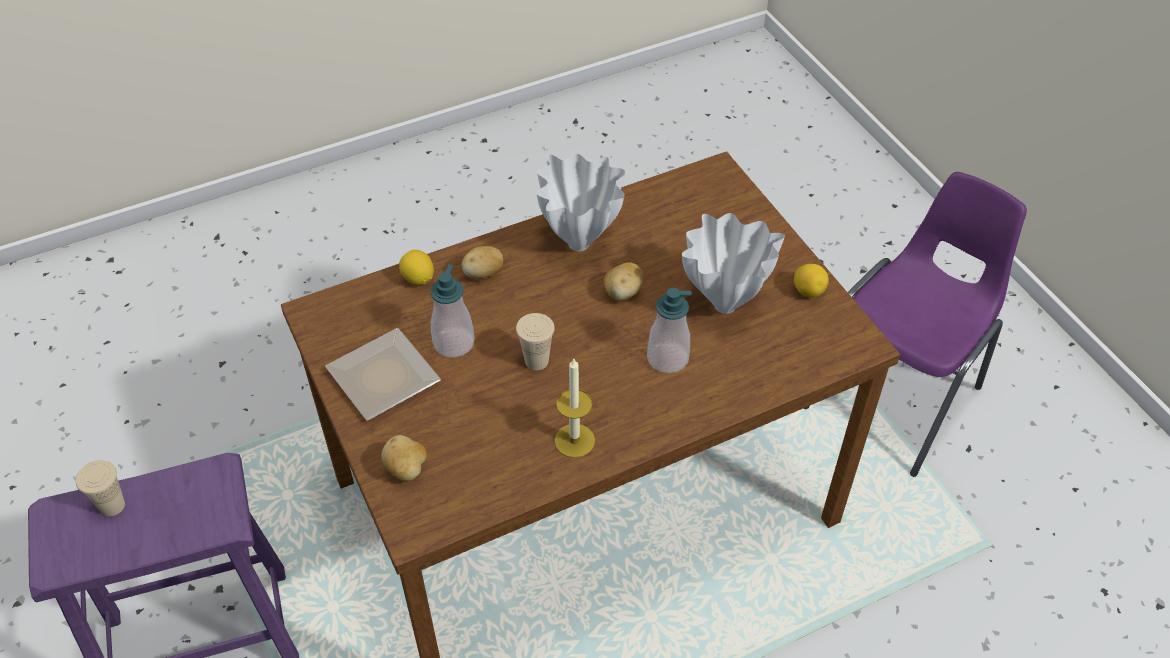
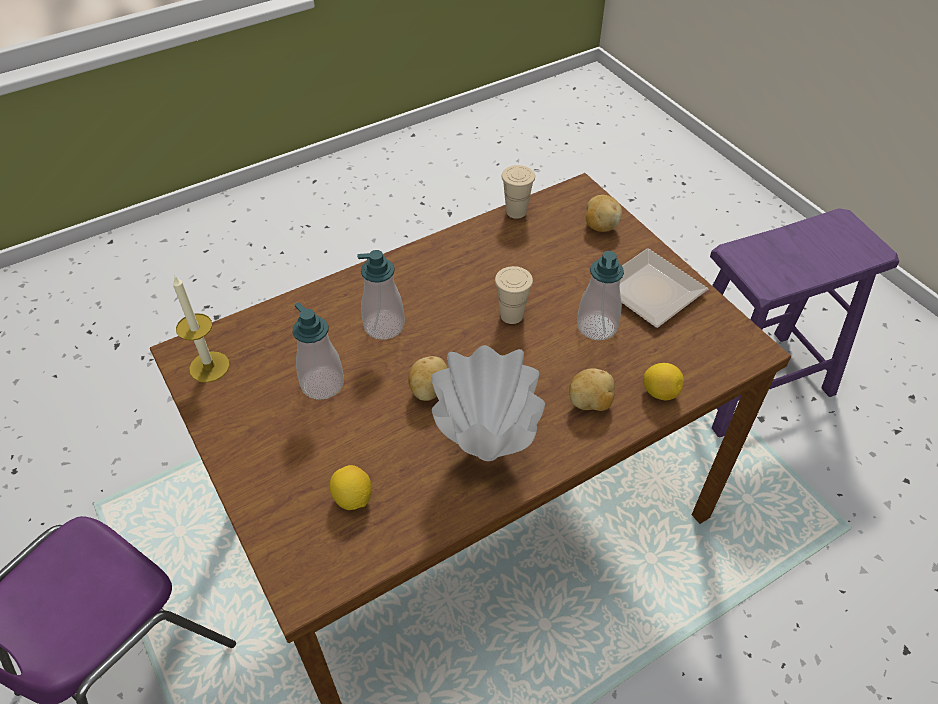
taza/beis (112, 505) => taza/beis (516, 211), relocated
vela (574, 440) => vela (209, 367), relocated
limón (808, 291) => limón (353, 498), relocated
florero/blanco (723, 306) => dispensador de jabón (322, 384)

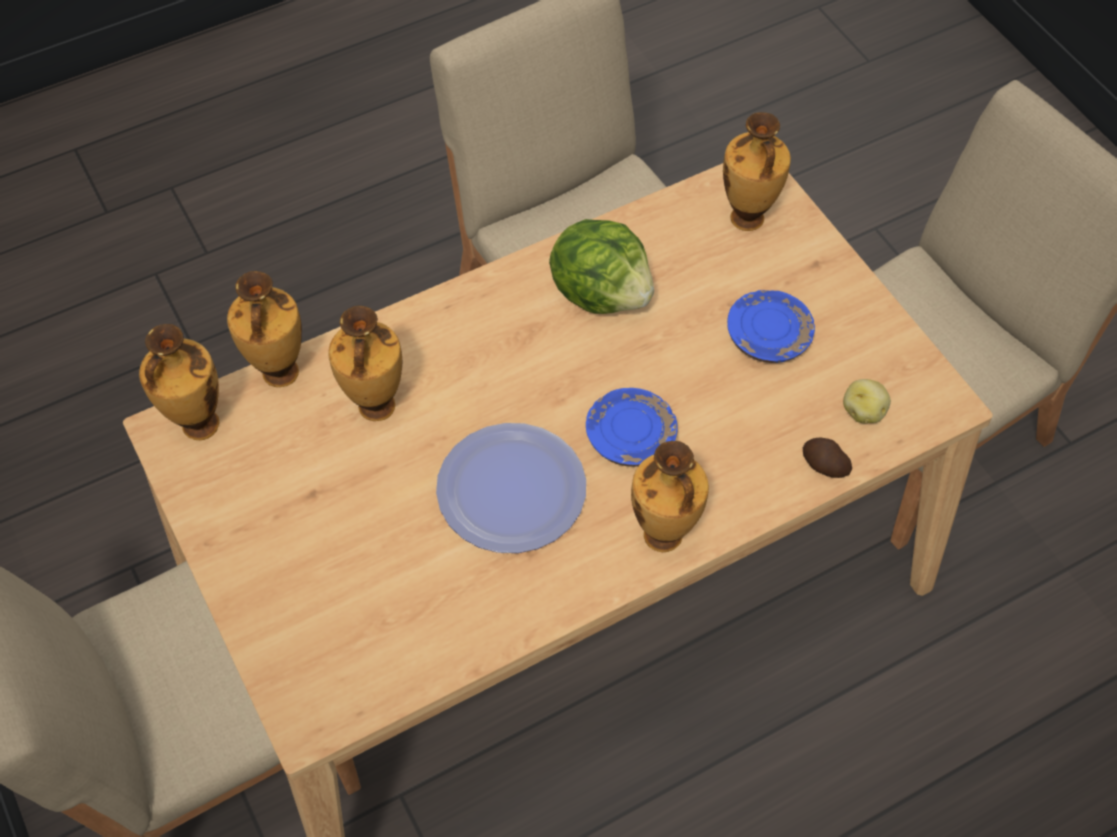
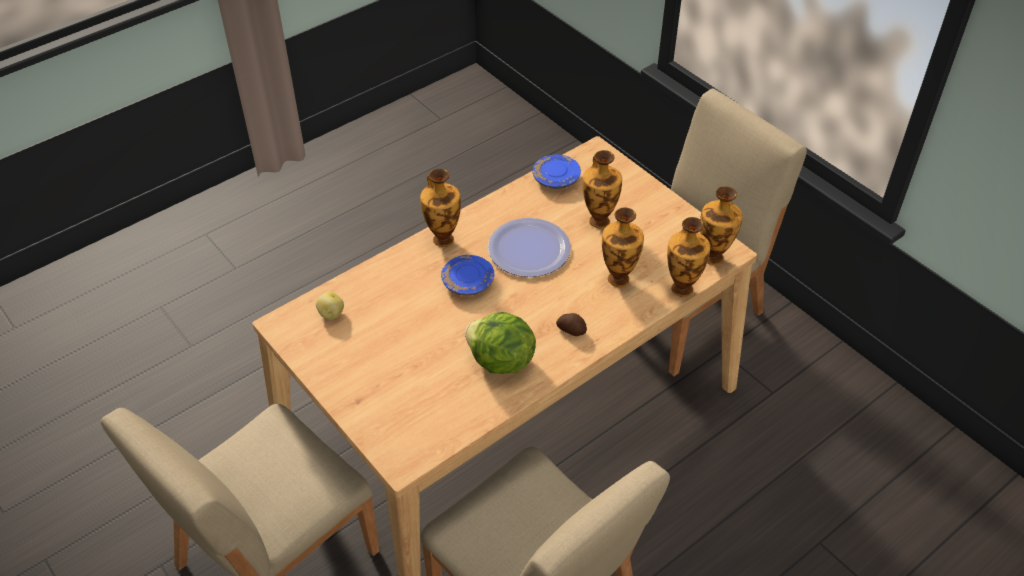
florero (747, 220) => florero (599, 220), relocated
plato/azul (768, 336) => plato/azul (556, 179), relocated
patata (824, 466) => patata (571, 329), relocated

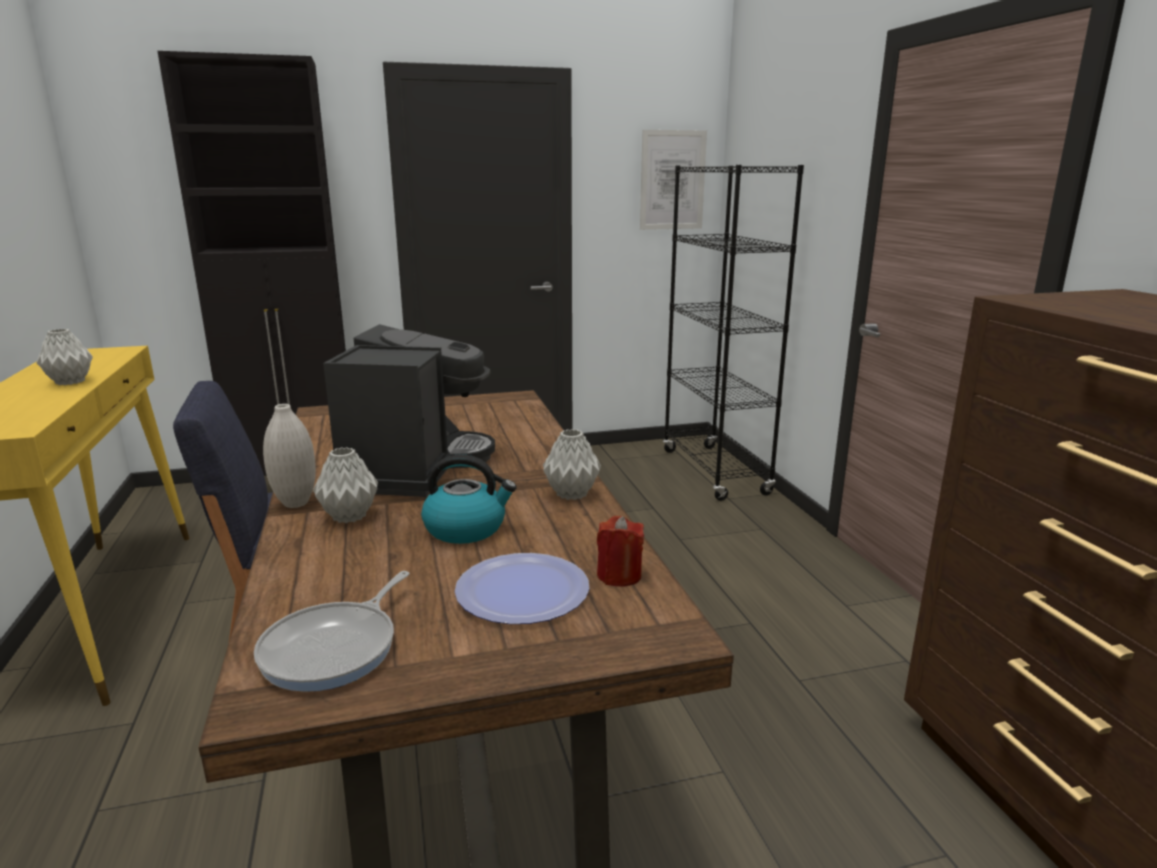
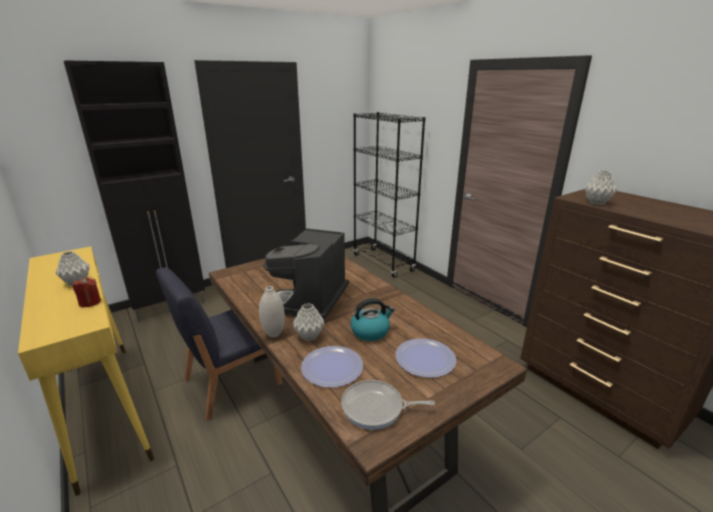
cuadro (672, 180) => nothing
nothing => plato (332, 367)
florero/gris (572, 494) => florero/gris (597, 203), relocated
vela/rojo (619, 575) => vela/rojo (90, 302), relocated
sartén (335, 648) => sartén (376, 408), 90 degrees clockwise
cafetera (413, 467) => cafetera (311, 301), 150 degrees counterclockwise

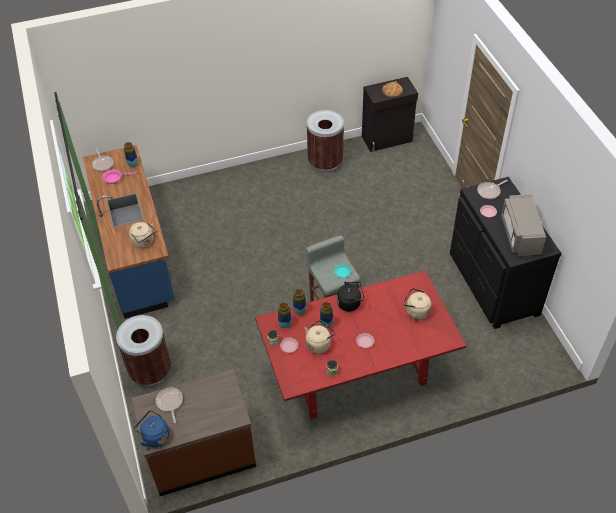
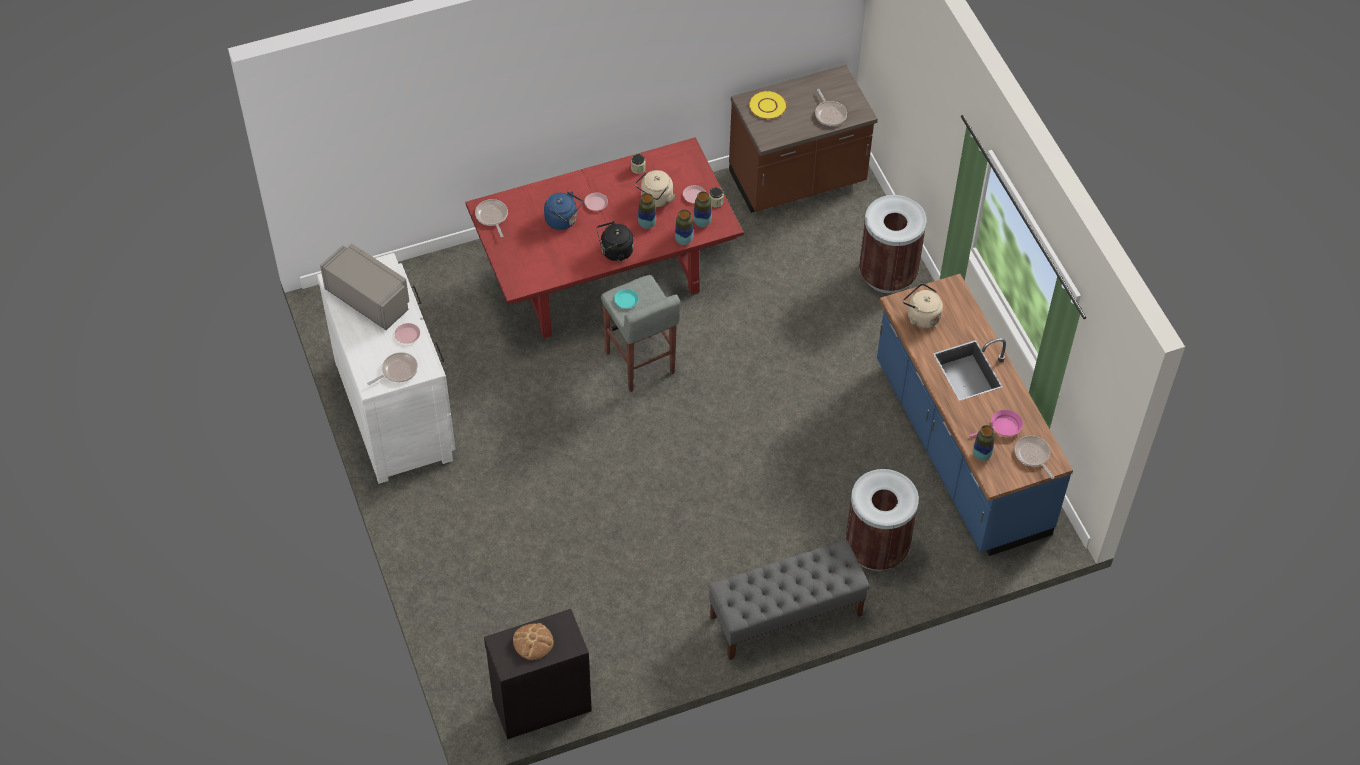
hervidor/beis (416, 311) => nothing
nothing => sartén (492, 217)
nothing => banco/gris (785, 616)
nothing => plato/amarillo (767, 106)
hervidor/azul (154, 436) => hervidor/azul (563, 220), relocated
papelera/marrón (325, 162) => papelera/marrón (876, 548), relocated
cómoda/negro (492, 284) => cómoda/blanco (396, 409)
microondas/gris (520, 235) => microondas/gris (368, 299), 45 degrees counterclockwise

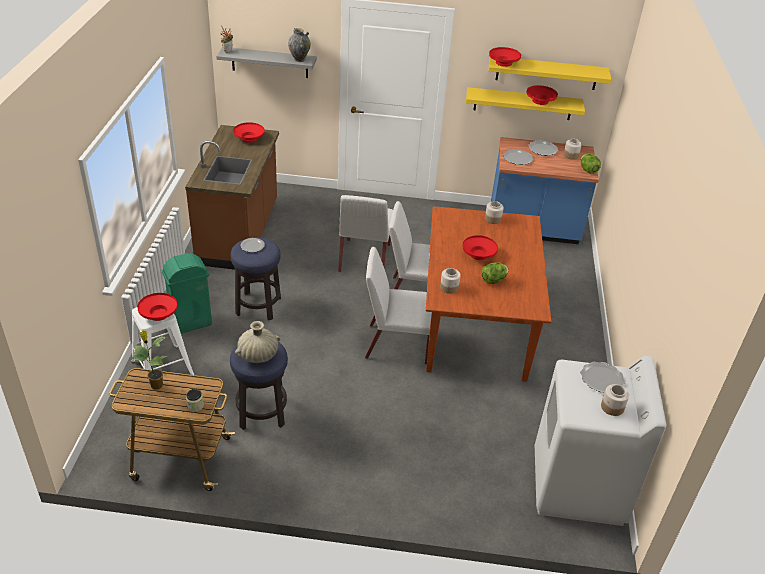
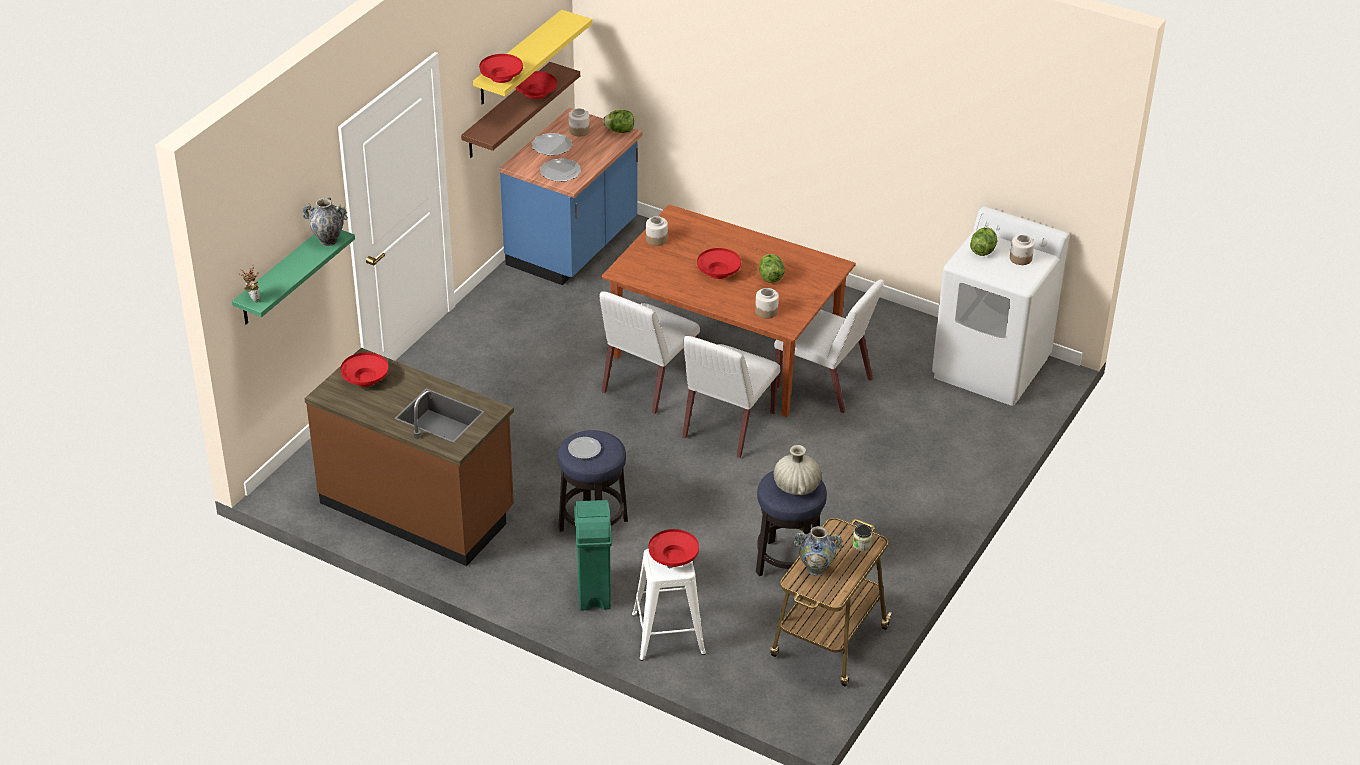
silla/blanco (364, 259) => silla/blanco (825, 384), relocated
planta en maceta (156, 385) => florero (816, 569)
plato (601, 378) => lechuga (983, 250)
estante/gris (269, 62) => estante/verde (281, 276)
estante/amarillo (523, 104) => estante/marrón (507, 111)

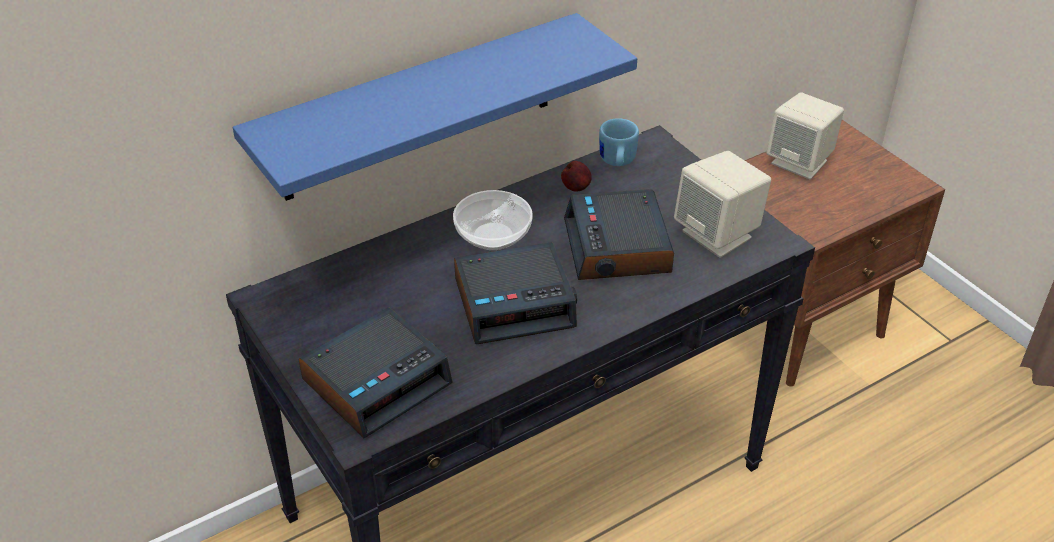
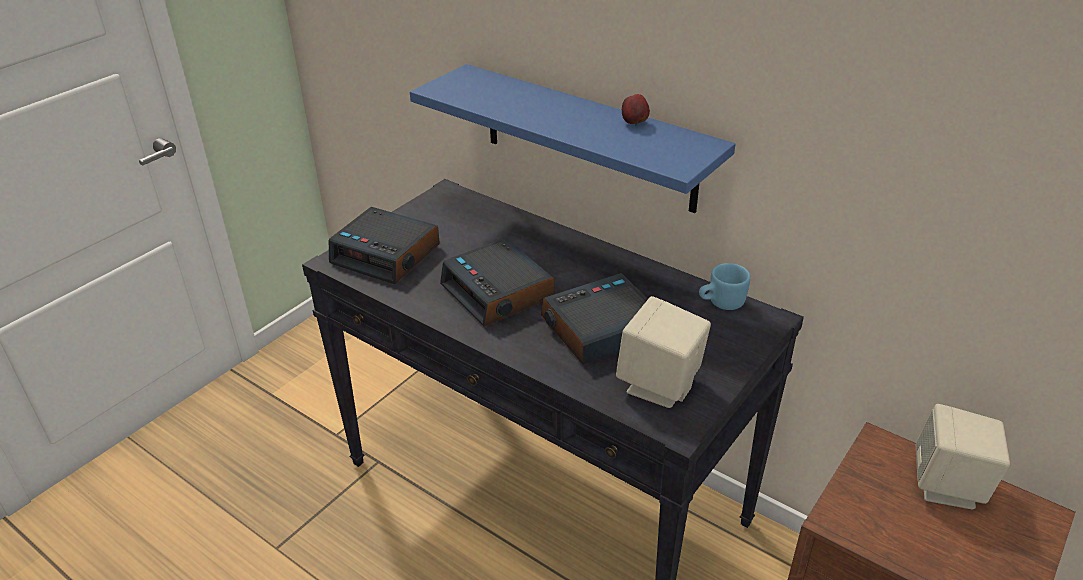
cuenco (494, 236) => nothing
manzana (576, 188) => manzana (634, 123), relocated

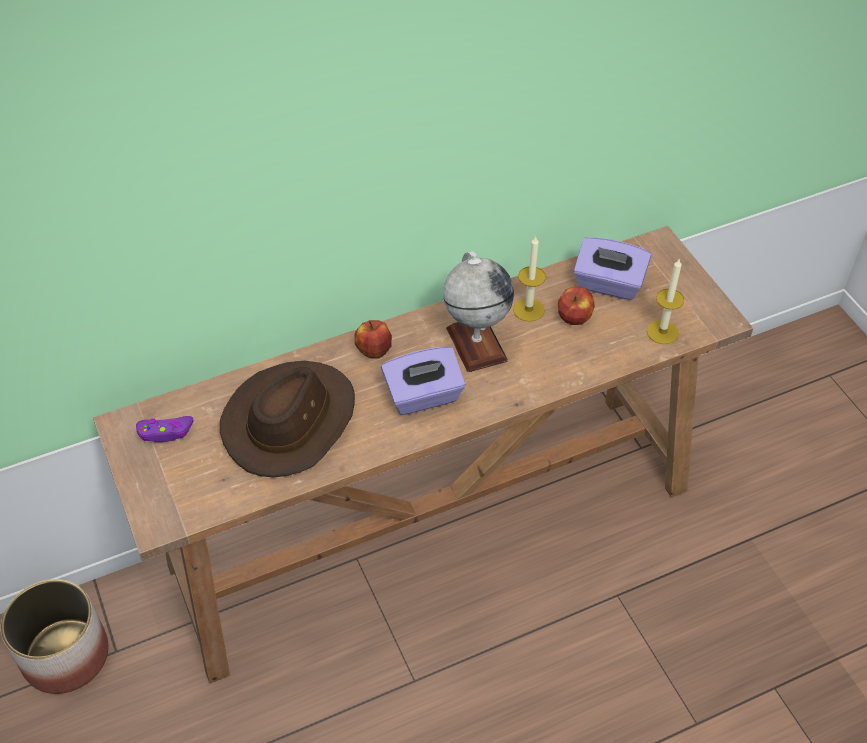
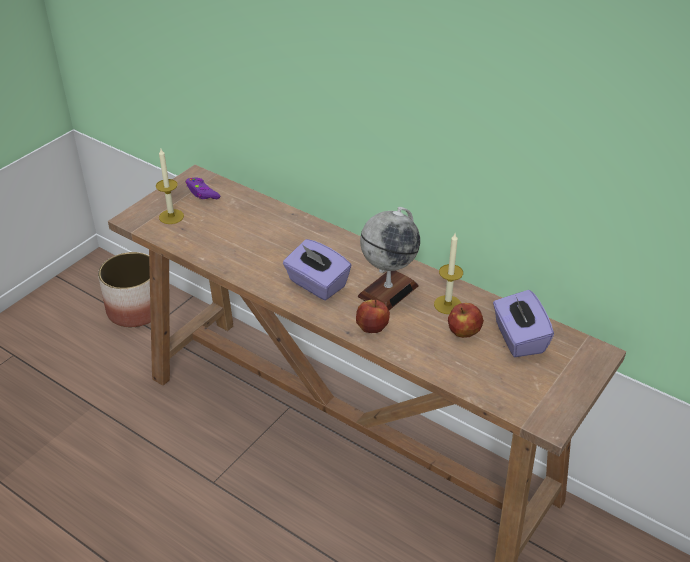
sombrero/marrón (290, 421) => nothing
manzana (373, 351) => manzana (371, 327), relocated
vela (662, 332) => vela (171, 216), relocated

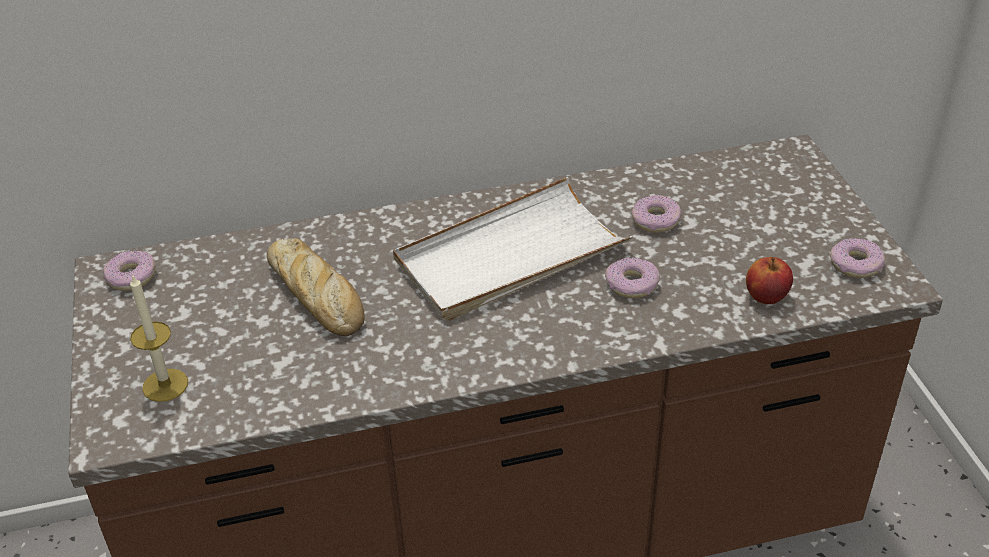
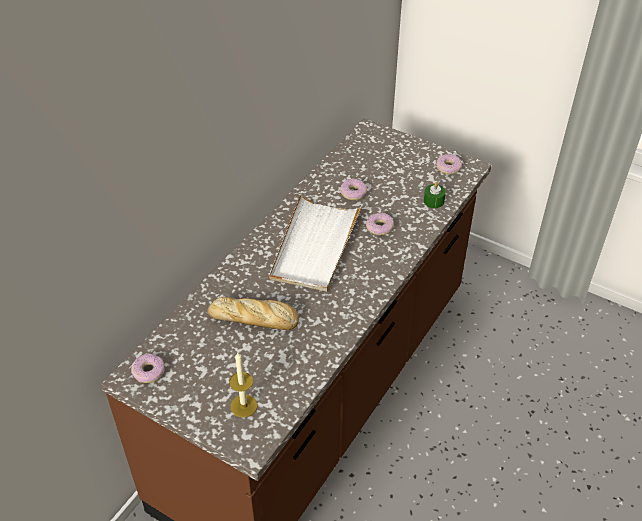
manzana (766, 297) => vela/verde (433, 201)

